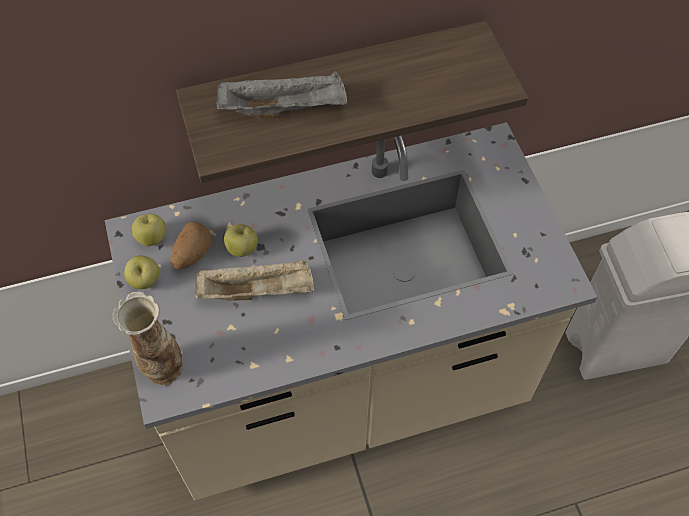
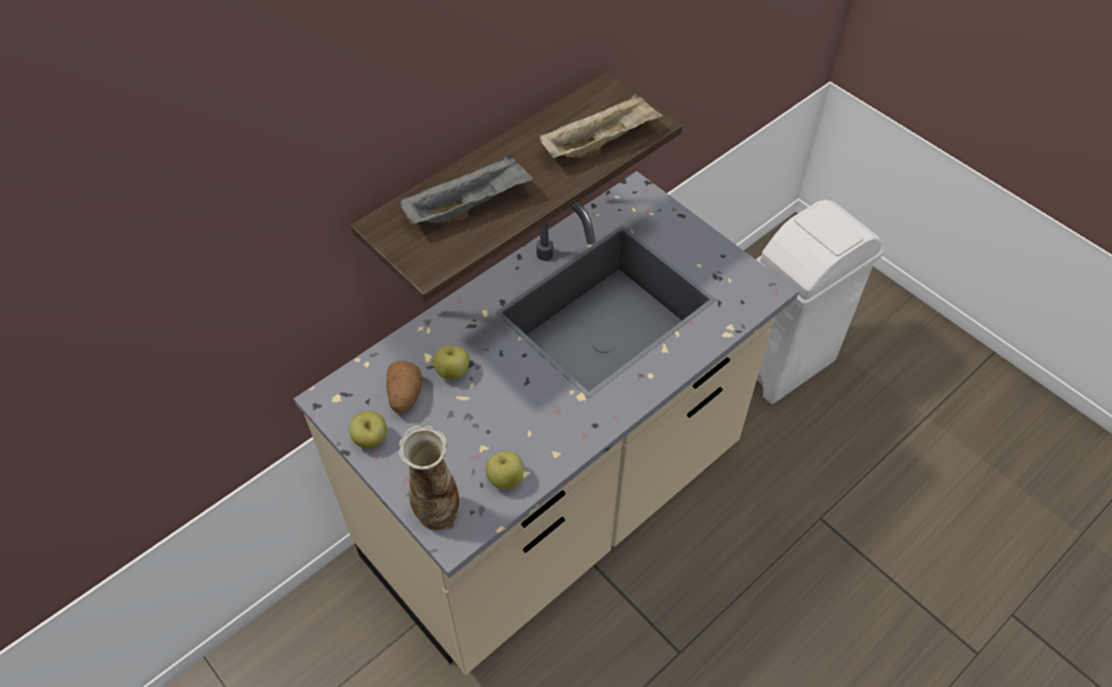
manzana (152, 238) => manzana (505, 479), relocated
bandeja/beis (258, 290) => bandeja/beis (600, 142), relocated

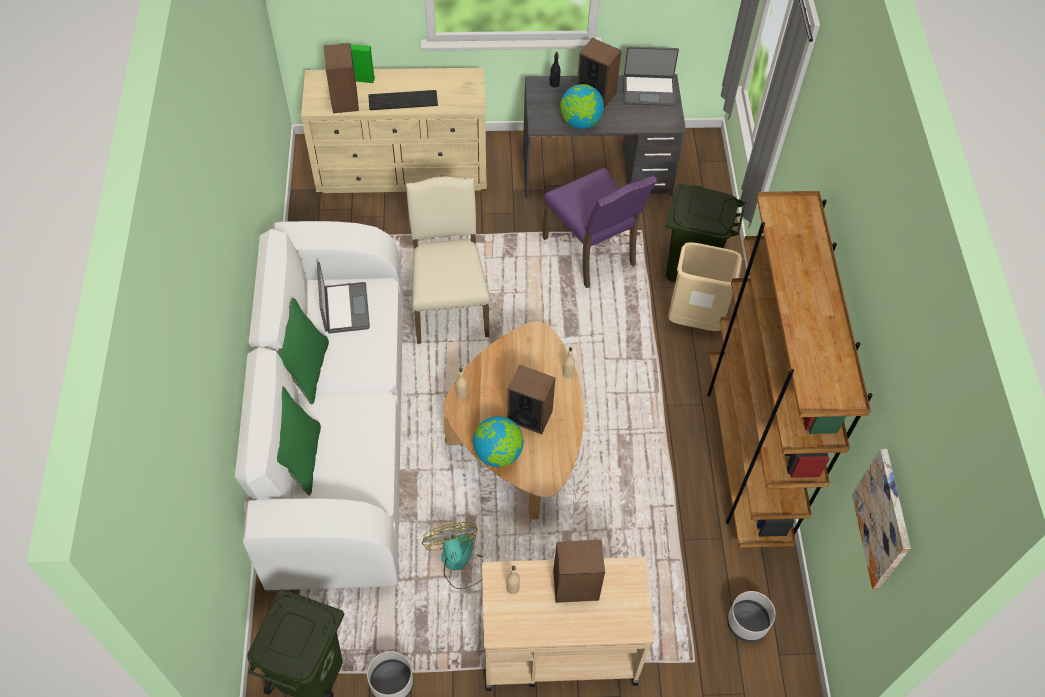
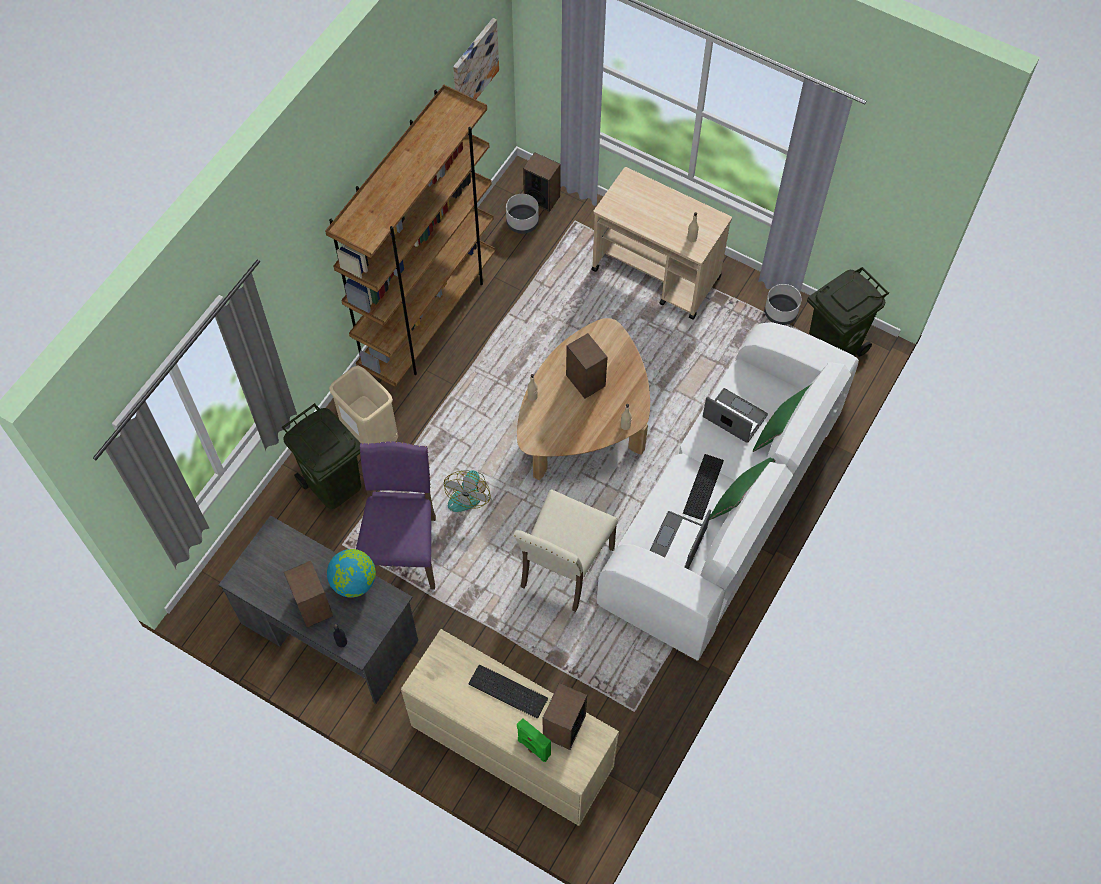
globo terráqueo (498, 453) => nothing
nothing => teclado (703, 486)
ventilador (460, 562) => ventilador (467, 492), relocated
altavoz (576, 586) => altavoz (542, 197), relocated
portátil (649, 90) => portátil (734, 417), relocated

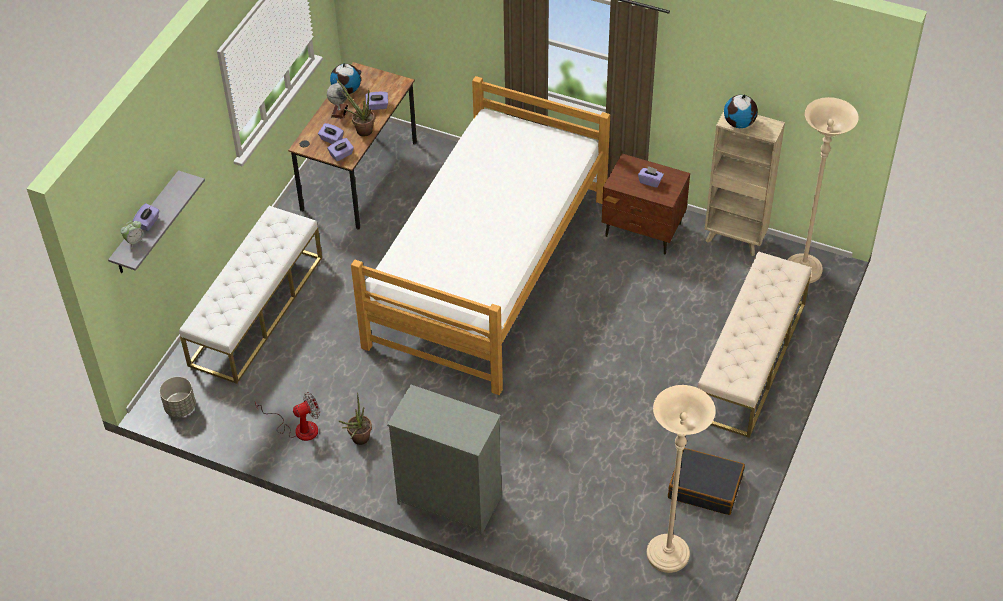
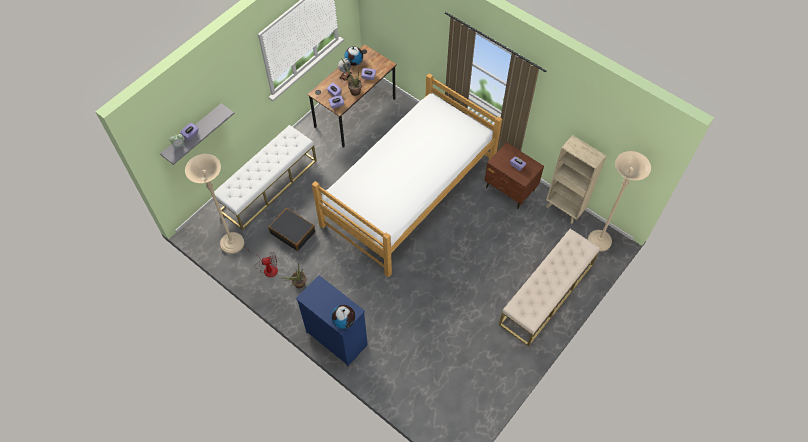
maceta/gris (180, 407) => nothing
lámpara de pie/beis (667, 555) => lámpara de pie/beis (232, 244), relocated
maleta/negro (705, 487) => maleta/negro (293, 232), relocated
globo terráqueo (739, 123) => globo terráqueo (344, 321), relocated
cómoda/gris (448, 499) => cómoda/azul (336, 338)

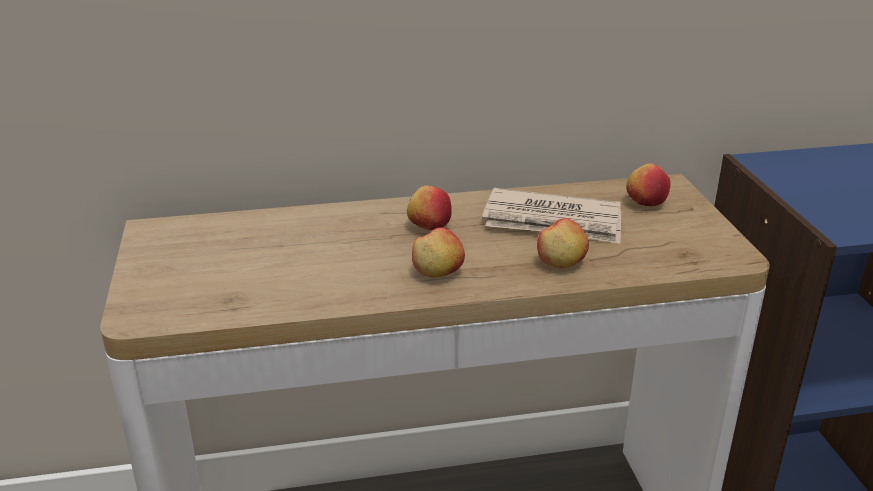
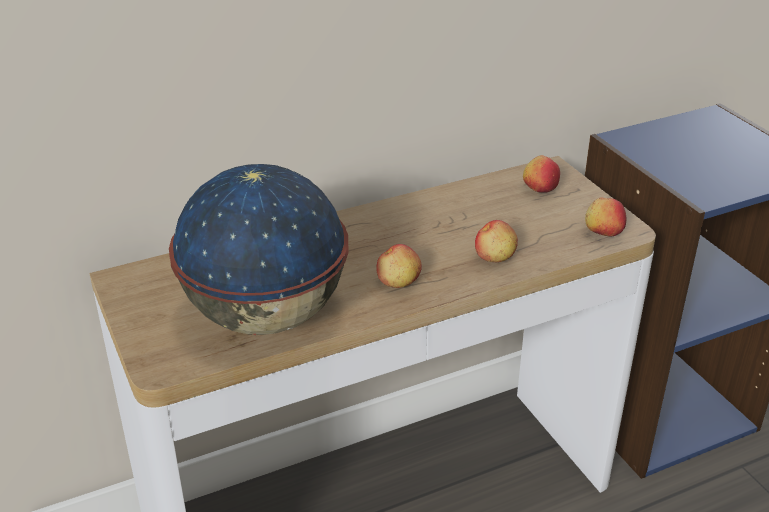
periódico (553, 222) => nothing
nothing => globo terráqueo (267, 316)
manzana (429, 226) => manzana (603, 232), relocated

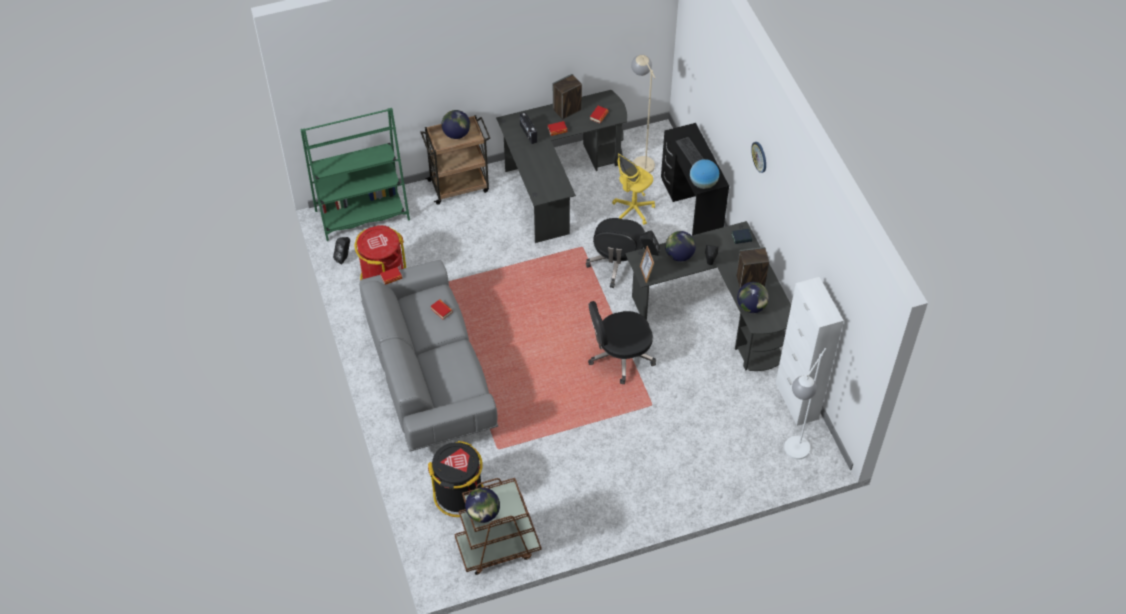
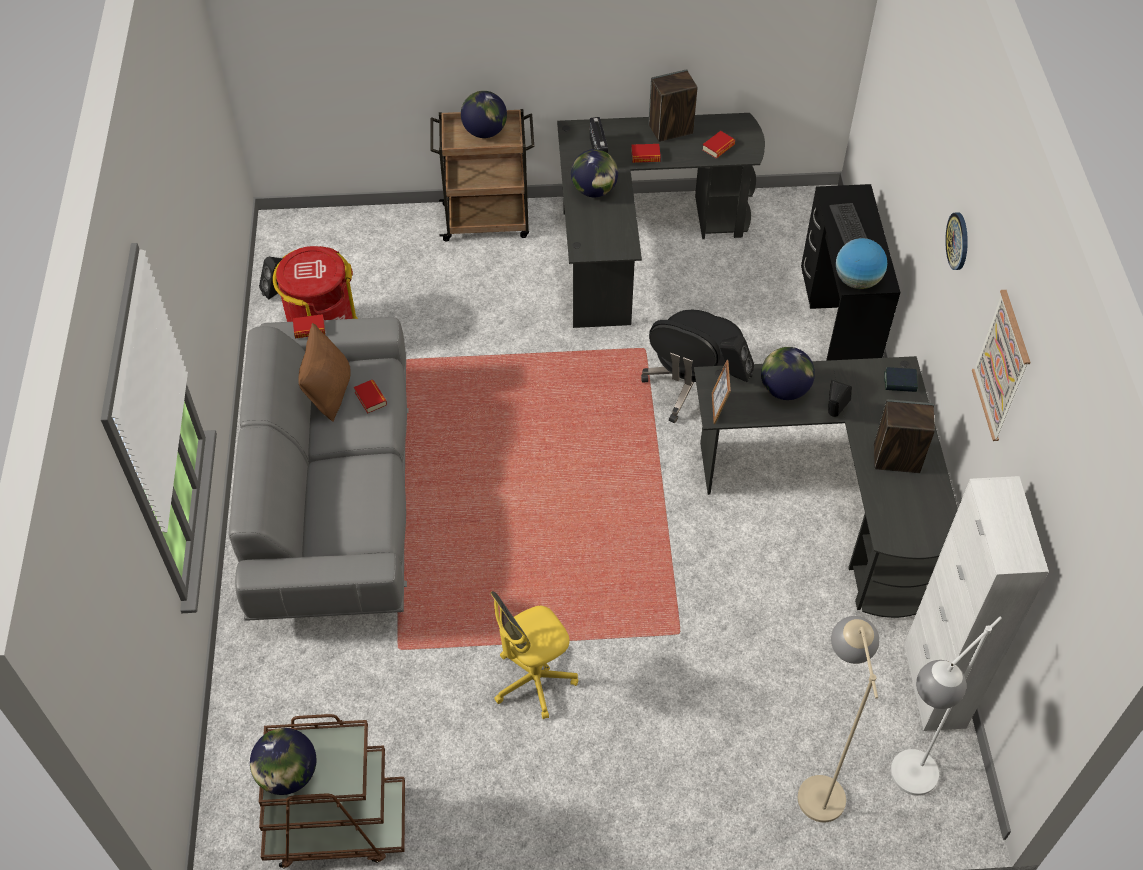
estantería/verde (362, 215) => nothing
papelera/negro (459, 495) => nothing
silla de oficina/negro (620, 356) => nothing
nothing => cojín/marrón (329, 392)
nothing => cuadro (1002, 366)
silla de oficina/amarillo (633, 210) => silla de oficina/amarillo (534, 681), relocated
lámpara de pie/beis (640, 160) => lámpara de pie/beis (818, 782), relocated
globo terráqueo (751, 306) => globo terráqueo (594, 191), relocated

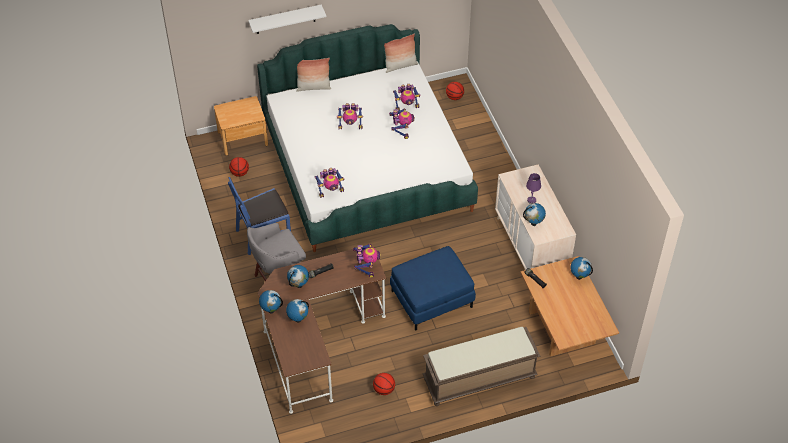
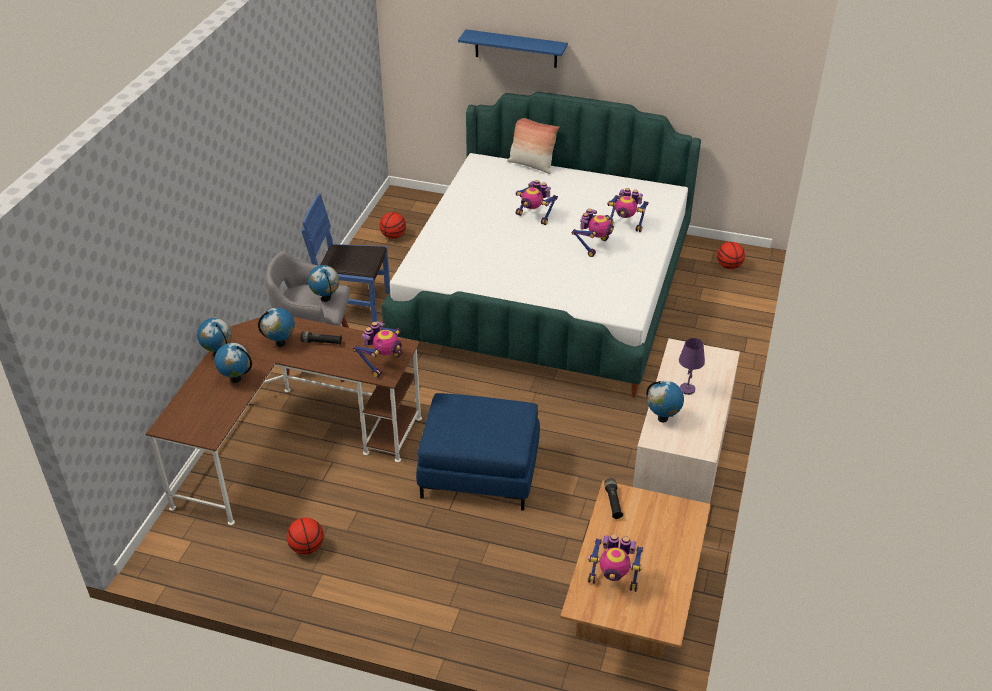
mesita de noche/marrón (242, 138) => nothing
cojín (400, 66) => nothing
banco/marrón (479, 379) => nothing
robot de juguete (330, 191) => robot de juguete (614, 579), relocated
globo terráqueo (579, 276) => globo terráqueo (326, 298), relocated
estante/blanco (285, 19) => estante/azul (516, 49)

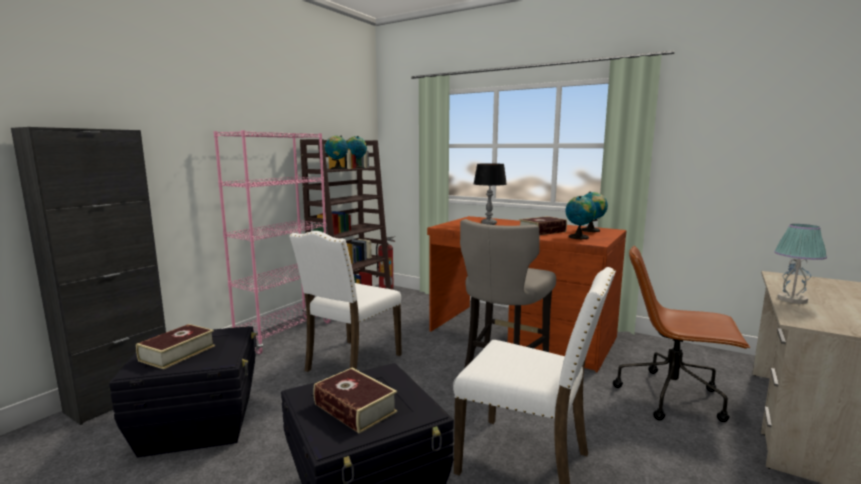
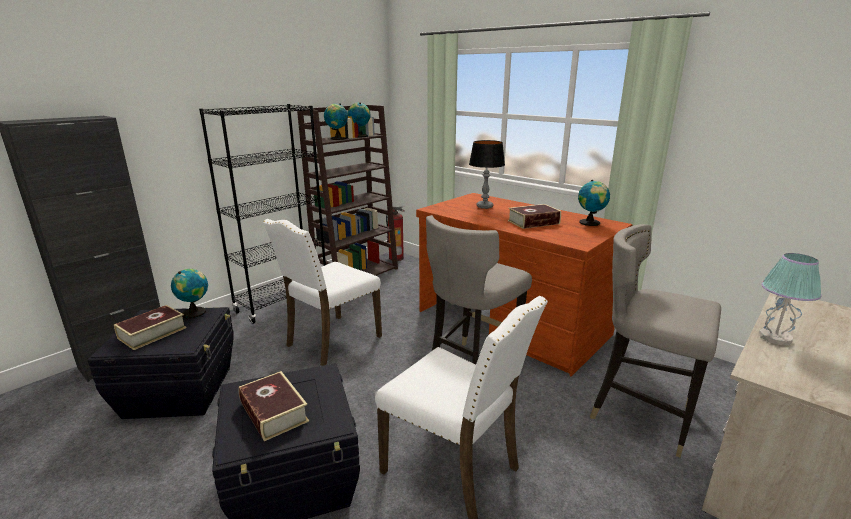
globo terráqueo (578, 237) => globo terráqueo (195, 312), relocated
silla de oficina/marrón (672, 397) => taburete/gris (640, 414)
estantería/rosa (285, 333) => estantería/negro (283, 303)

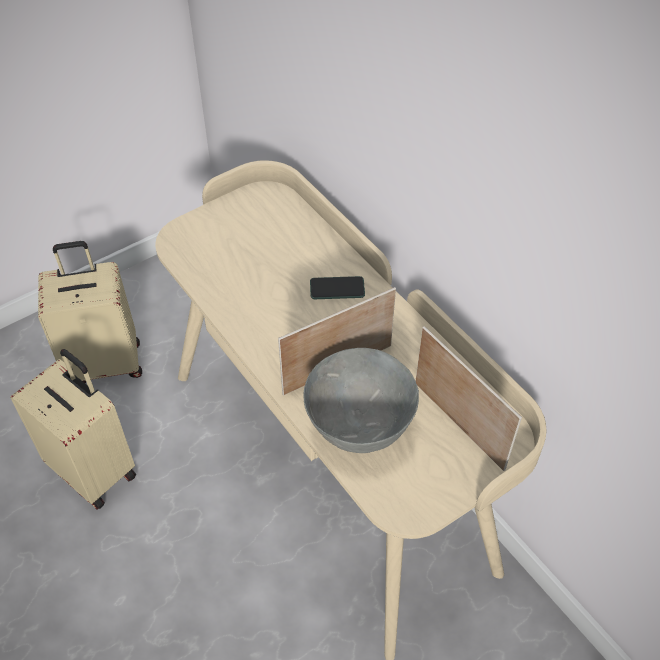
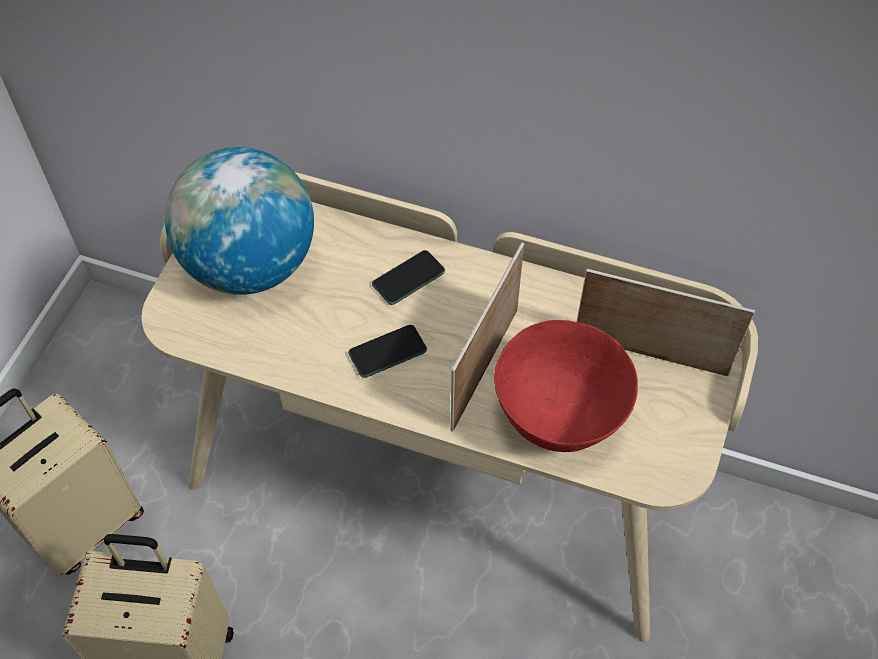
nothing => globo terráqueo (250, 265)
nothing => móvil (387, 352)
cuenco/gris (360, 428) => cuenco/rojo (560, 418)

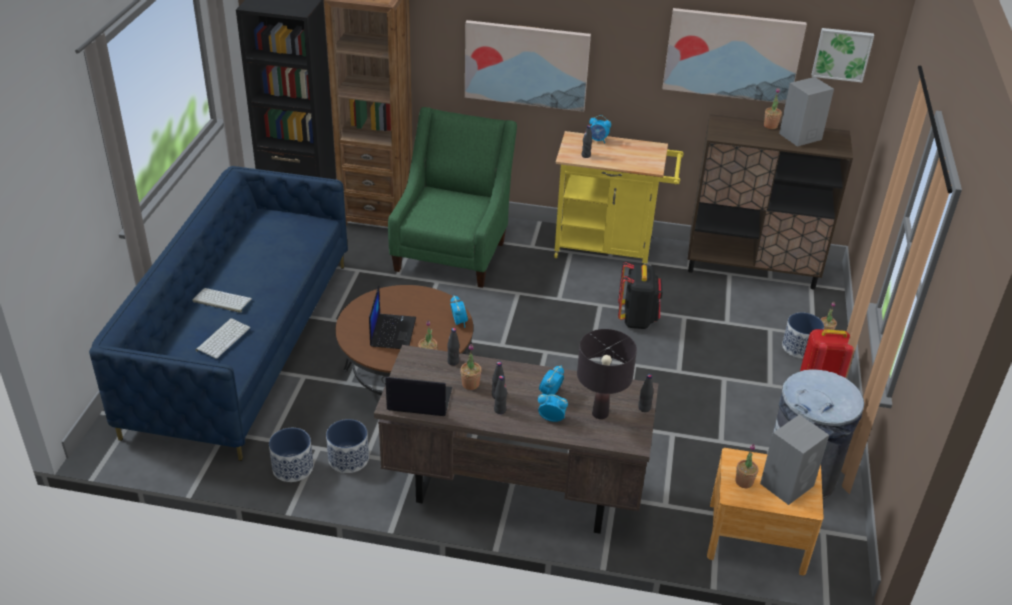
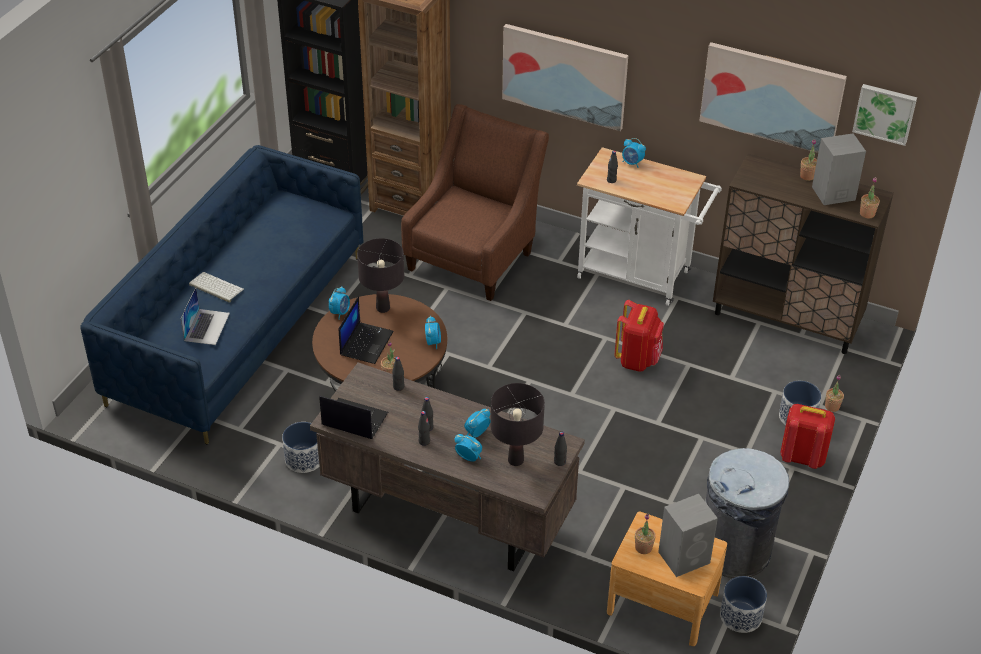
nothing => despertador (340, 312)
nothing => lámpara de mesa/negro (383, 308)
maceta (292, 467) => maceta (740, 616), relocated
planta en maceta (470, 384) => planta en maceta (867, 214), relocated
teclado (223, 338) => portátil (207, 326)
sillón/verde (453, 251) => sillón/marrón (474, 256)
carrito/amarillo (610, 249) => carrito/blanco (640, 276)
mochila/negro (637, 319) => mochila/rojo (637, 360)

